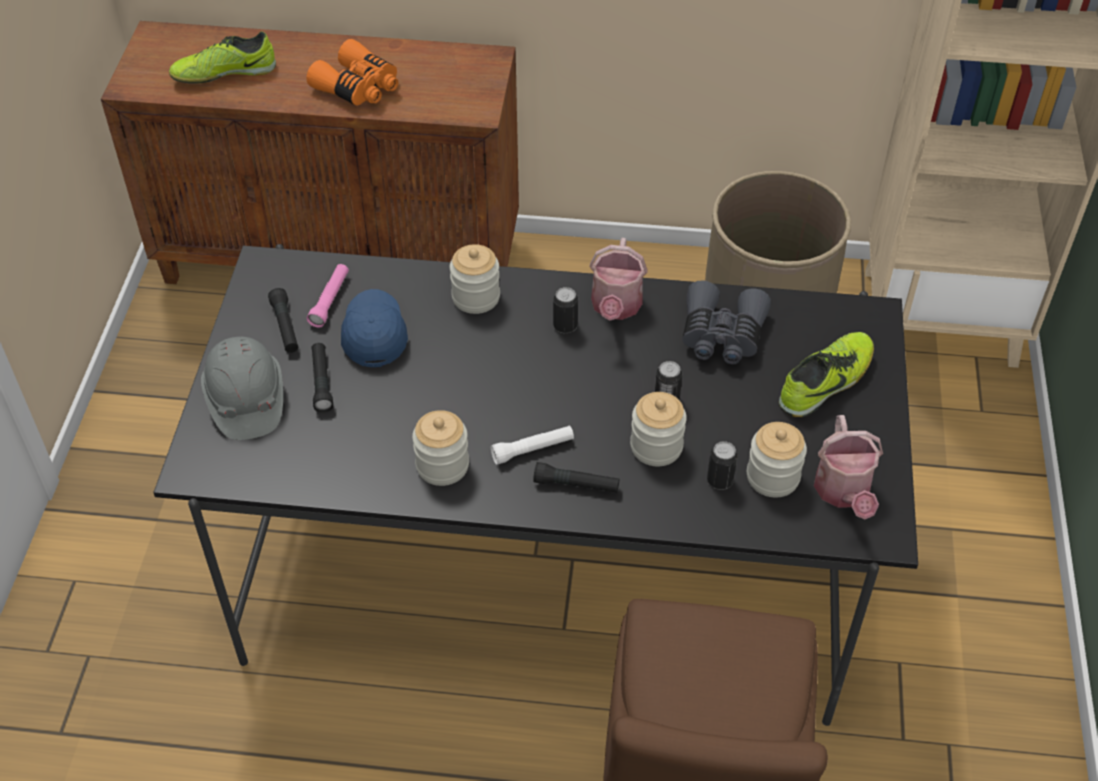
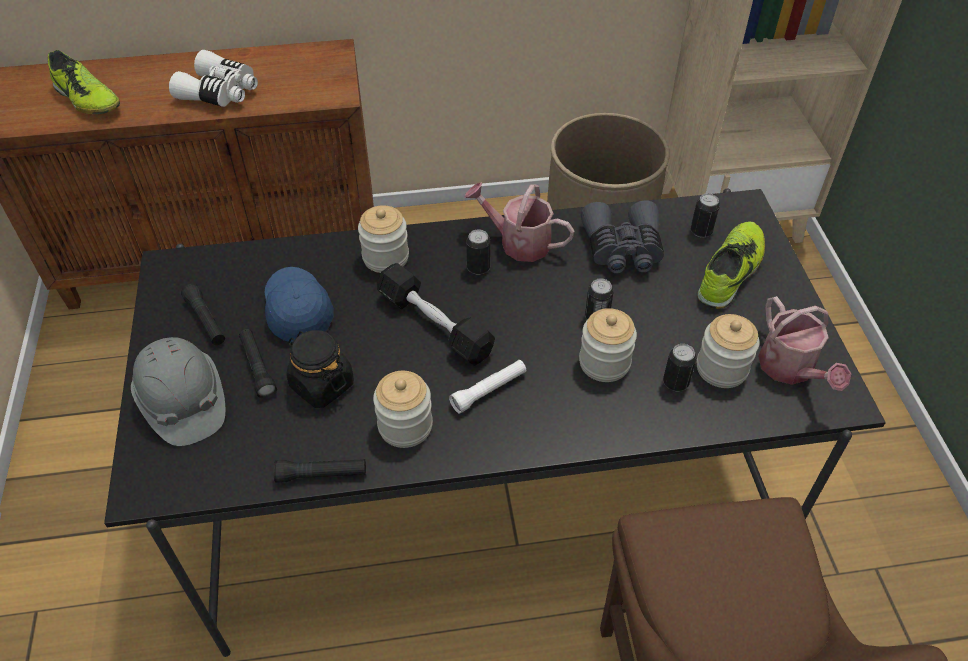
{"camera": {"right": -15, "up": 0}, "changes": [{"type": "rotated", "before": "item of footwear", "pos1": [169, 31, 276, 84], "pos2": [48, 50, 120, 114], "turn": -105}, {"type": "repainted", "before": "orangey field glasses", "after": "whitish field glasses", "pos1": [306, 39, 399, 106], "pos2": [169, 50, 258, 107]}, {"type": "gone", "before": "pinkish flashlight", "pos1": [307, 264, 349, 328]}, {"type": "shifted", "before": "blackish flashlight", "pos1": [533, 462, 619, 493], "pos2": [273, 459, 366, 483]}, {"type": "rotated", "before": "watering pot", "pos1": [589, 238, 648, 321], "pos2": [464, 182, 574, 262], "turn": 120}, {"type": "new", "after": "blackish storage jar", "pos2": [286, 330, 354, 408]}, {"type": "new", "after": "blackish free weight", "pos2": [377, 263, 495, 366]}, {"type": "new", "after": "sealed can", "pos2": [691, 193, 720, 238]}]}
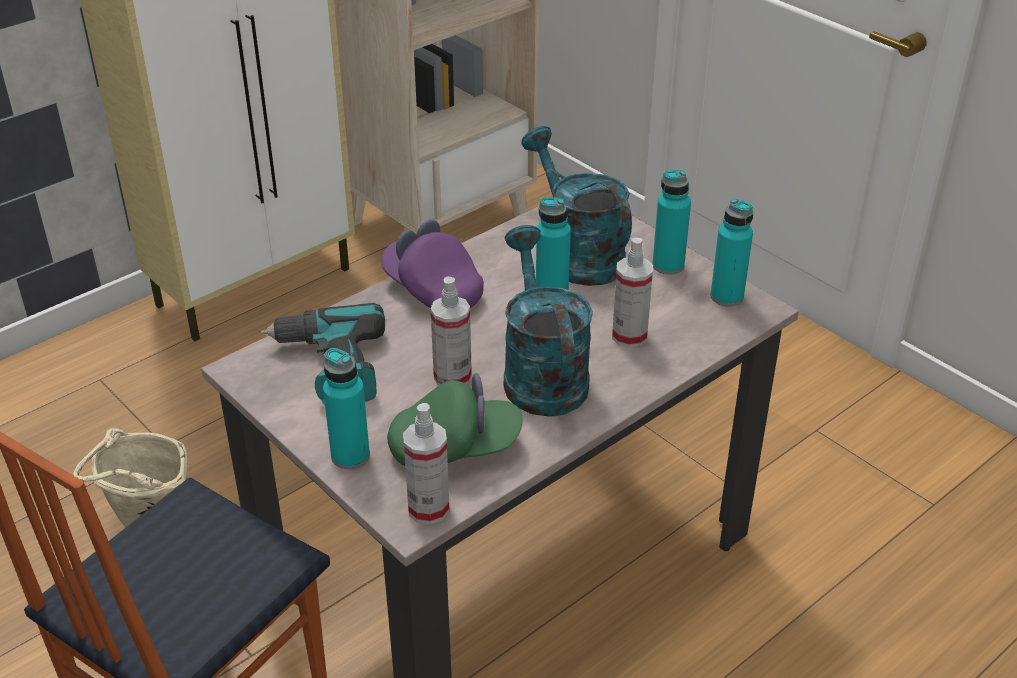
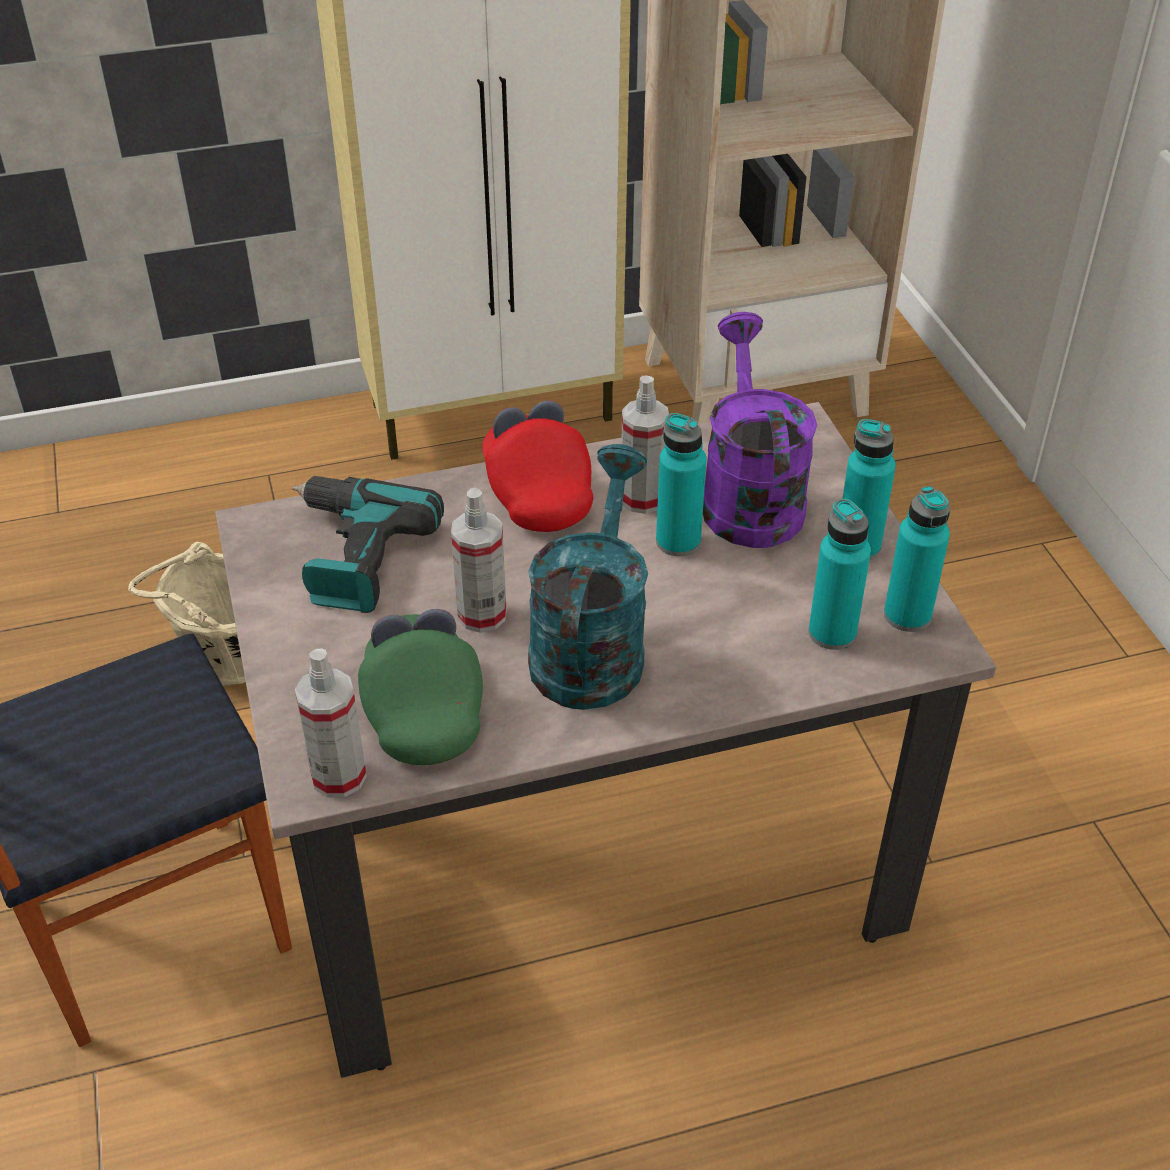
{"camera": {"right": 25, "up": 5}, "changes": [{"type": "shifted", "before": "turquoise-coloured drink bottle", "pos1": [323, 348, 370, 469], "pos2": [809, 499, 871, 650]}, {"type": "repainted", "before": "purple baseball cap", "after": "reddish baseball cap", "pos1": [381, 219, 484, 308], "pos2": [482, 401, 593, 532]}, {"type": "rotated", "before": "green baseball cap", "pos1": [387, 373, 523, 466], "pos2": [358, 609, 483, 765], "turn": -120}, {"type": "repainted", "before": "turquoise-coloured watering pot", "after": "purple watering pot", "pos1": [521, 126, 632, 286], "pos2": [703, 312, 817, 548]}, {"type": "shifted", "before": "hand sprayer", "pos1": [612, 238, 653, 348], "pos2": [621, 376, 669, 514]}]}
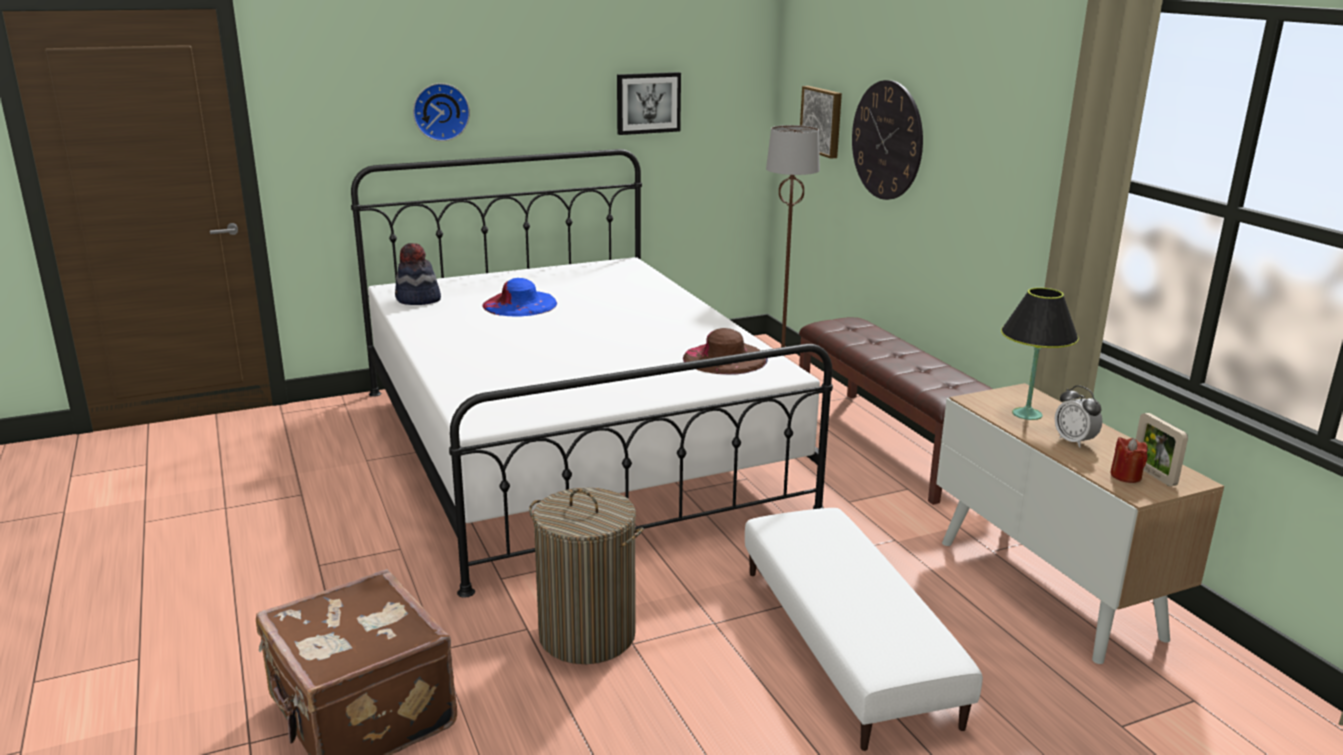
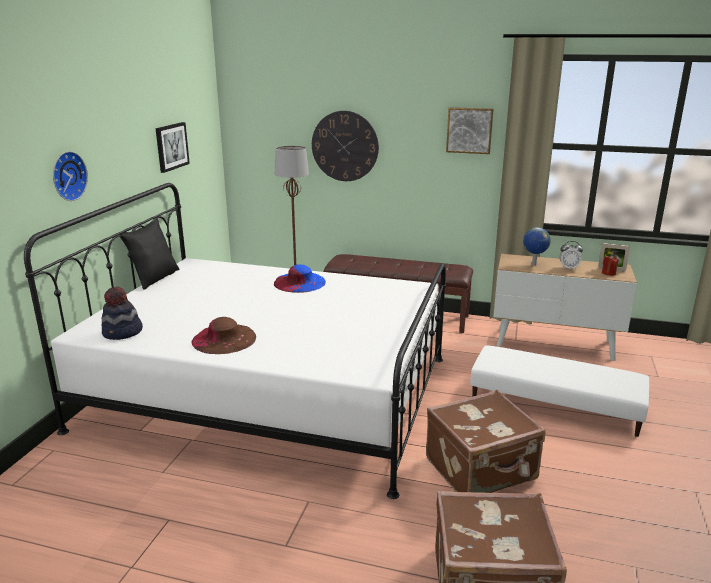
{"camera": {"right": -50, "up": 0}, "changes": [{"type": "shifted", "before": "blue hat", "pos1": [482, 278, 557, 317], "pos2": [274, 264, 326, 293]}, {"type": "swapped", "before": "hamper", "after": "brown-coloured piece of luggage", "pos1": [529, 487, 644, 664], "pos2": [426, 390, 546, 493]}, {"type": "shifted", "before": "brown-coloured hat", "pos1": [683, 328, 768, 374], "pos2": [192, 317, 256, 354]}, {"type": "shifted", "before": "wall picture", "pos1": [800, 86, 842, 159], "pos2": [446, 107, 494, 154]}, {"type": "swapped", "before": "blackish lamp for a table", "after": "world globe", "pos1": [1001, 288, 1079, 420], "pos2": [523, 227, 551, 266]}, {"type": "new", "after": "blackish throw pillow", "pos2": [120, 218, 179, 290]}]}
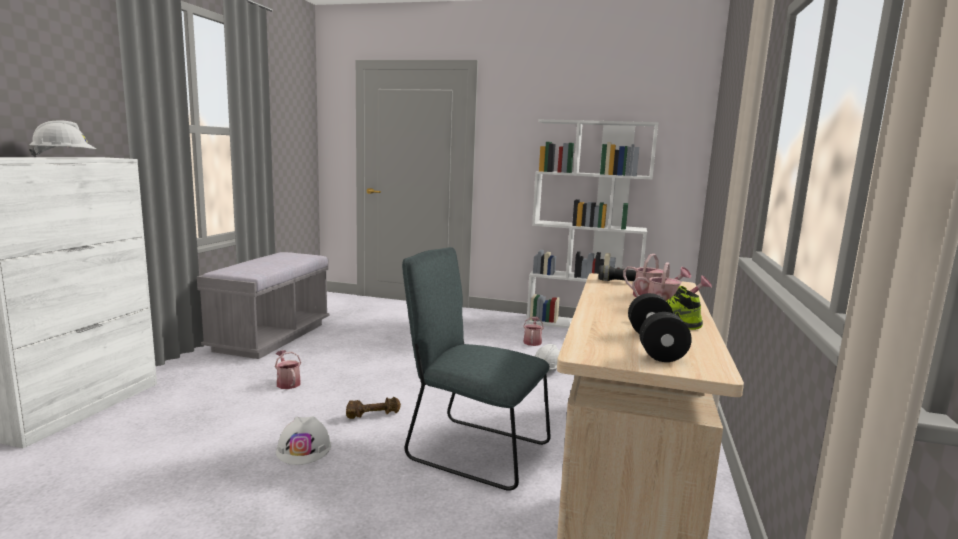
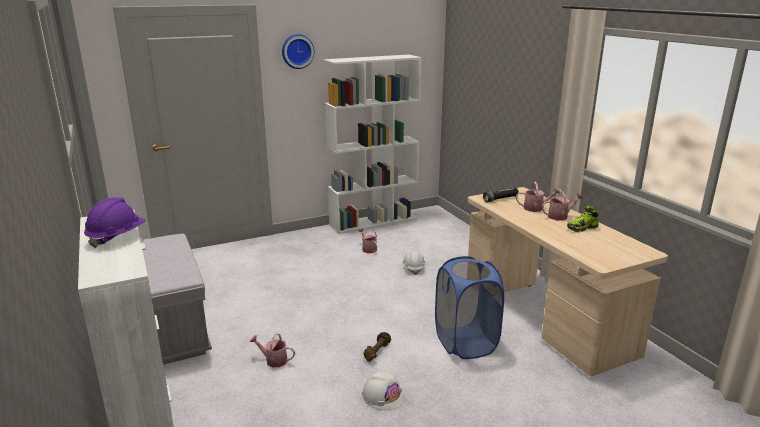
{"camera": {"right": -40, "up": 10}, "changes": [{"type": "repainted", "before": "whitish work helmet", "after": "purple work helmet", "pos1": [29, 120, 96, 157], "pos2": [84, 197, 146, 248]}, {"type": "swapped", "before": "grey upright chair", "after": "blue hamper", "pos1": [402, 247, 551, 491], "pos2": [435, 256, 504, 359]}, {"type": "gone", "before": "blackish free weight", "pos1": [628, 293, 692, 362]}, {"type": "new", "after": "hanging clock", "pos2": [282, 34, 314, 69]}]}
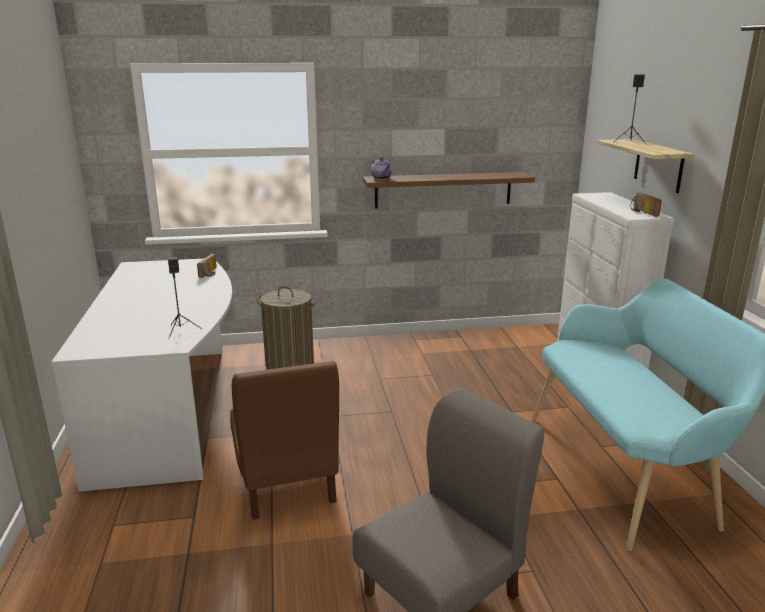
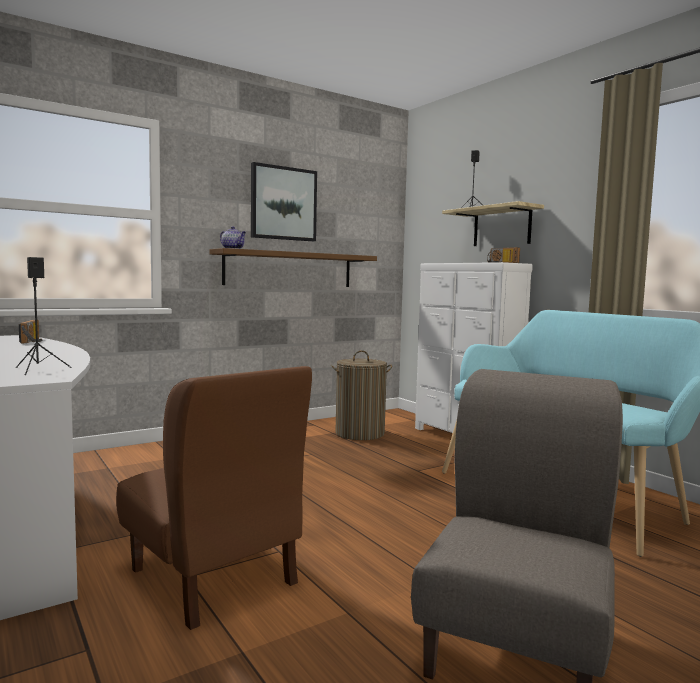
{"camera": {"right": -25, "up": -15}, "changes": [{"type": "shifted", "before": "hamper", "pos1": [257, 286, 317, 369], "pos2": [331, 350, 392, 440]}, {"type": "new", "after": "wall picture", "pos2": [251, 162, 317, 241]}]}
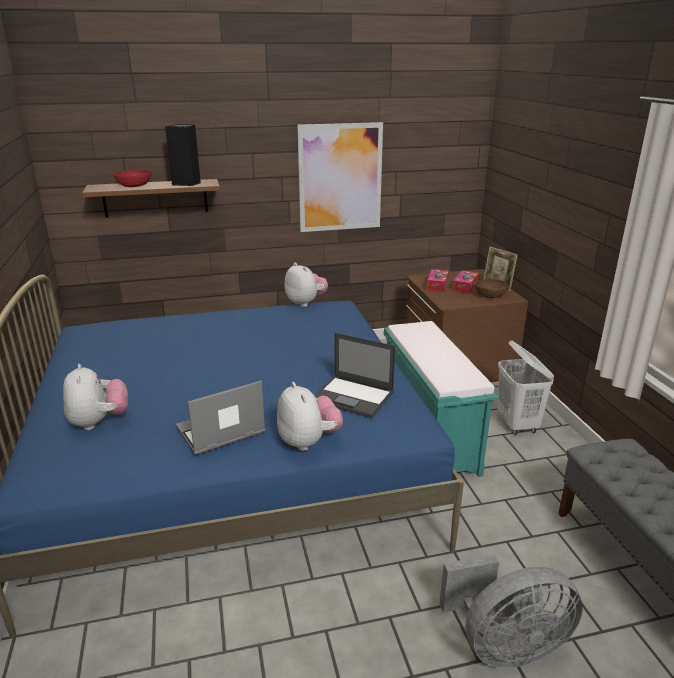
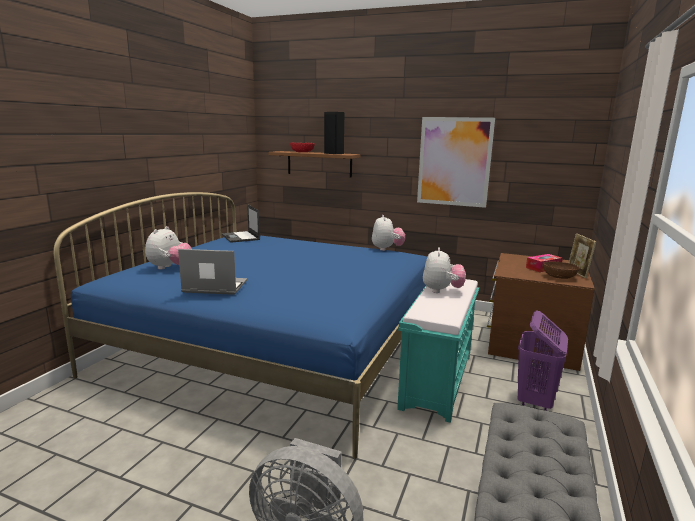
{"camera": {"right": 35, "up": -10}, "changes": [{"type": "shifted", "before": "plush toy", "pos1": [277, 382, 343, 451], "pos2": [423, 247, 466, 293]}, {"type": "shifted", "before": "notebook computer", "pos1": [315, 333, 395, 418], "pos2": [222, 204, 260, 243]}, {"type": "gone", "before": "tissue holder", "pos1": [427, 269, 449, 292]}, {"type": "repainted", "before": "whitish hamper", "after": "purple hamper", "pos1": [497, 340, 554, 435], "pos2": [518, 310, 568, 411]}]}
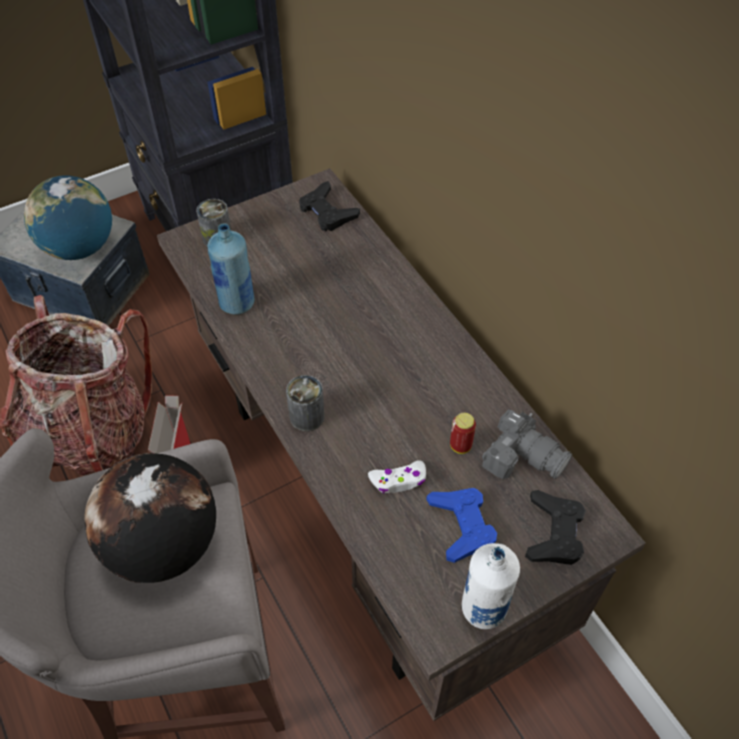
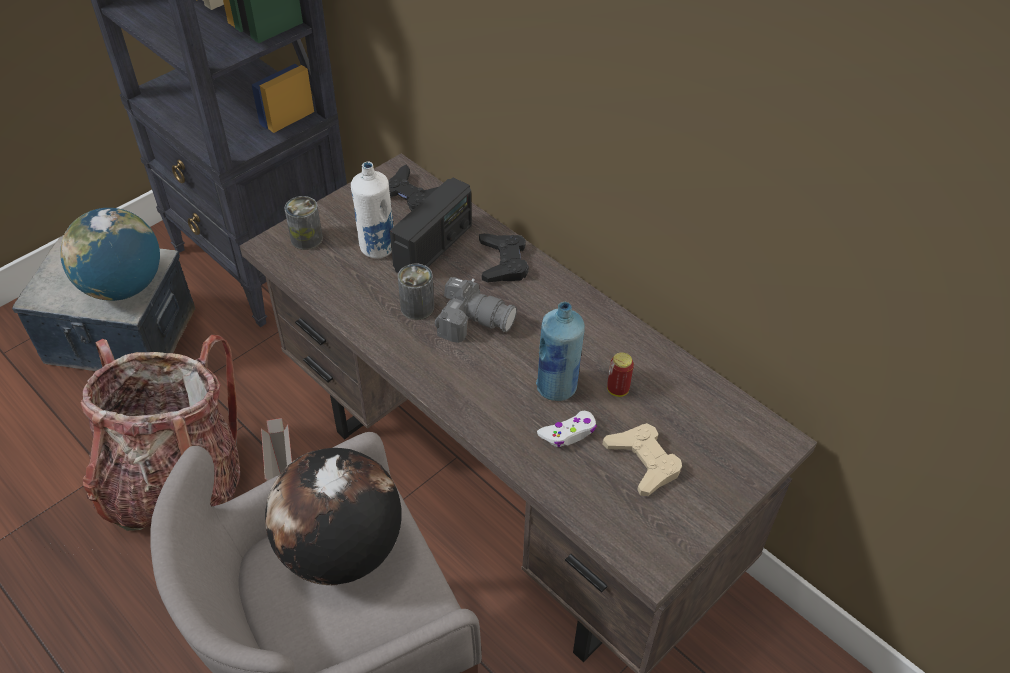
{"camera": {"right": -15, "up": -5}, "changes": [{"type": "shifted", "before": "blue drink bottle", "pos1": [208, 223, 254, 315], "pos2": [536, 302, 585, 401]}, {"type": "shifted", "before": "sealed can", "pos1": [286, 375, 325, 431], "pos2": [398, 264, 434, 320]}, {"type": "repainted", "before": "blue gamepad", "after": "beige-coloured gamepad", "pos1": [426, 488, 497, 563], "pos2": [602, 423, 682, 496]}, {"type": "shifted", "before": "whitish drink bottle", "pos1": [462, 543, 520, 629], "pos2": [351, 161, 394, 259]}, {"type": "shifted", "before": "still camera", "pos1": [482, 409, 572, 479], "pos2": [435, 277, 517, 343]}, {"type": "shifted", "before": "blackish gamepad", "pos1": [525, 490, 586, 565], "pos2": [479, 233, 529, 282]}, {"type": "new", "after": "radio receiver", "pos2": [390, 177, 472, 273]}]}
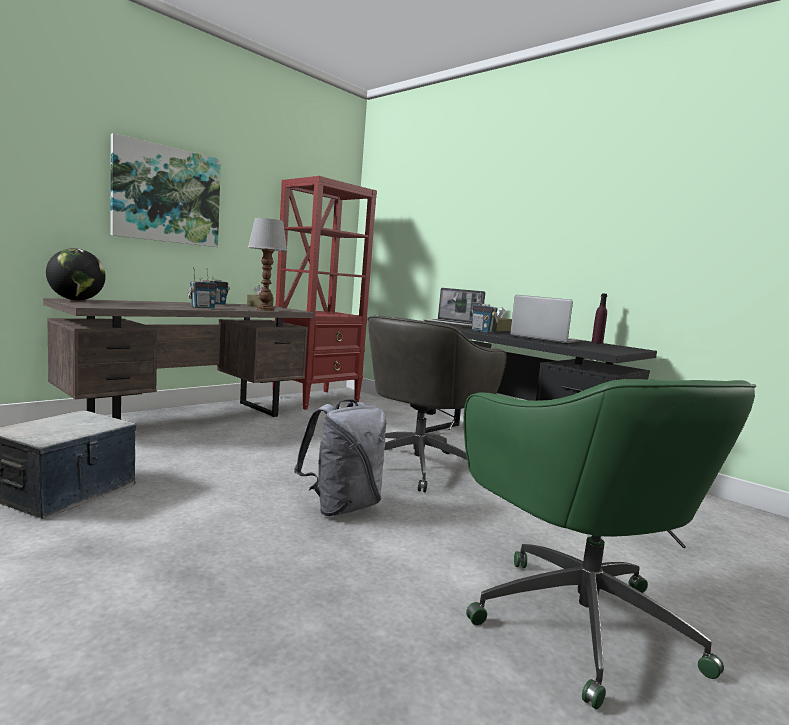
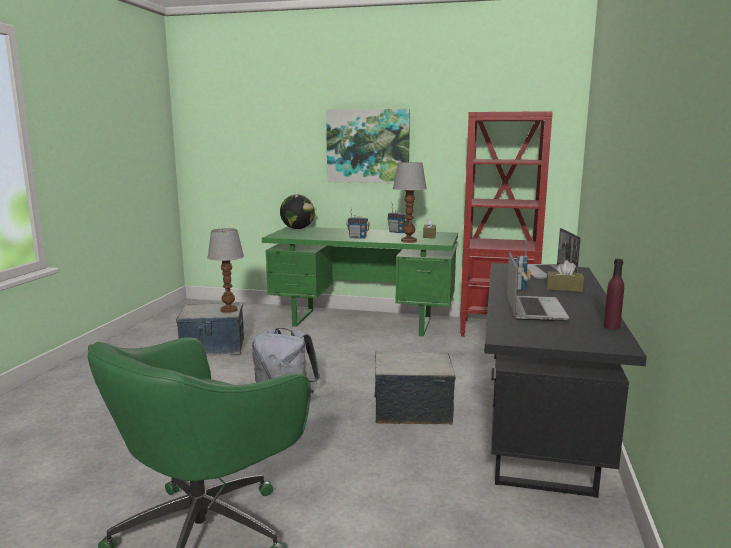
{"camera": {"right": 60, "up": 5}, "changes": [{"type": "repainted", "before": "brown-coloured desk table", "after": "green desk table", "pos1": [43, 298, 314, 419], "pos2": [262, 227, 458, 336]}, {"type": "swapped", "before": "grey computer chair", "after": "storage box", "pos1": [368, 315, 507, 492], "pos2": [374, 351, 455, 424]}, {"type": "new", "after": "lamp for a table", "pos2": [207, 228, 244, 313]}]}
